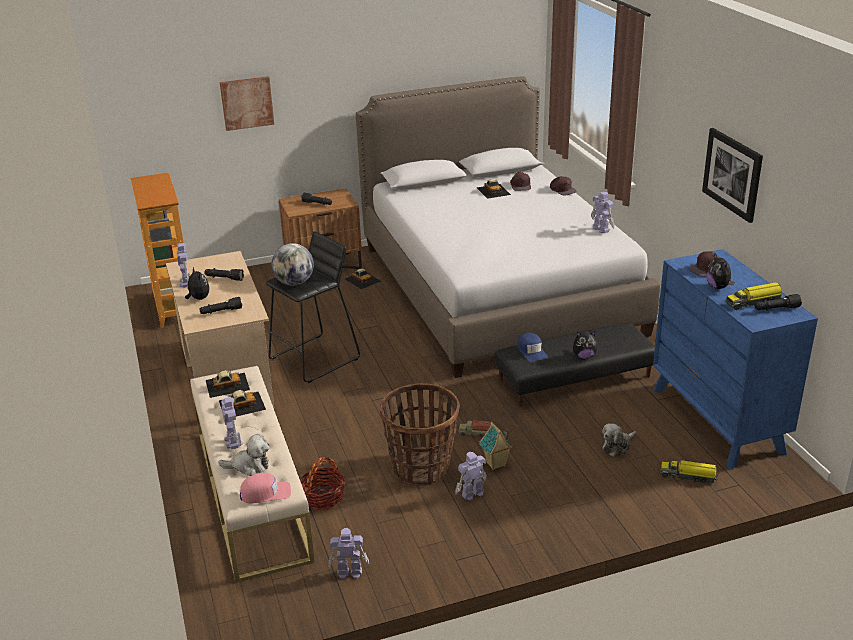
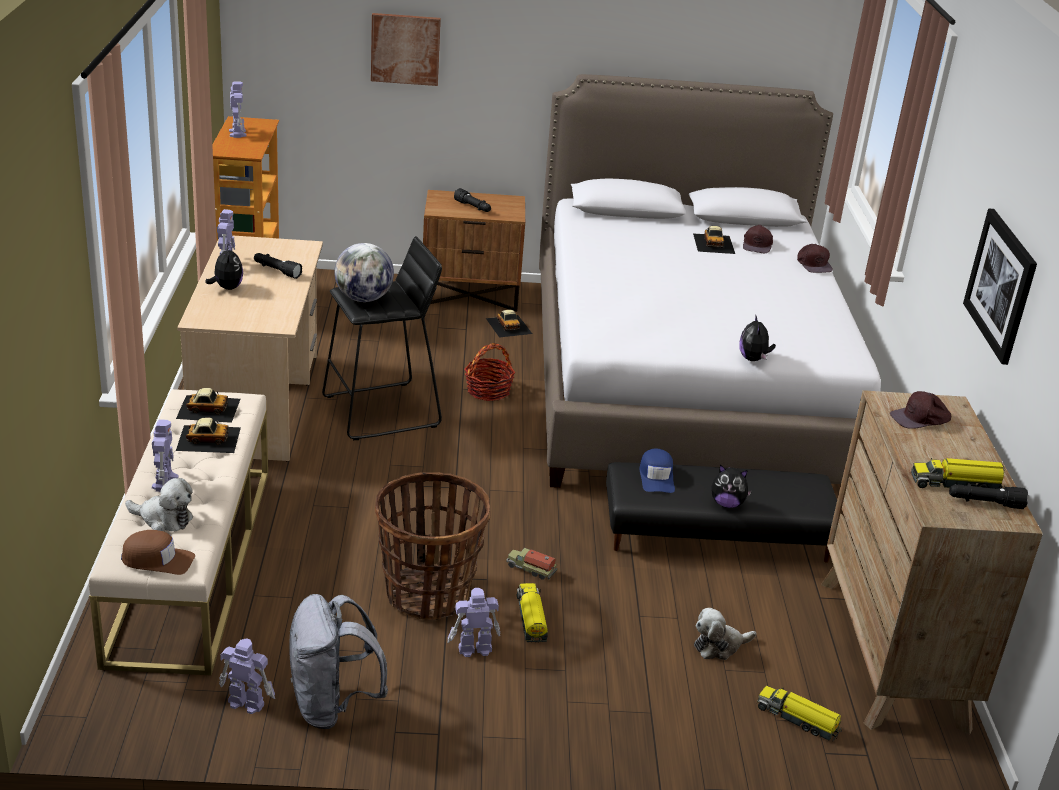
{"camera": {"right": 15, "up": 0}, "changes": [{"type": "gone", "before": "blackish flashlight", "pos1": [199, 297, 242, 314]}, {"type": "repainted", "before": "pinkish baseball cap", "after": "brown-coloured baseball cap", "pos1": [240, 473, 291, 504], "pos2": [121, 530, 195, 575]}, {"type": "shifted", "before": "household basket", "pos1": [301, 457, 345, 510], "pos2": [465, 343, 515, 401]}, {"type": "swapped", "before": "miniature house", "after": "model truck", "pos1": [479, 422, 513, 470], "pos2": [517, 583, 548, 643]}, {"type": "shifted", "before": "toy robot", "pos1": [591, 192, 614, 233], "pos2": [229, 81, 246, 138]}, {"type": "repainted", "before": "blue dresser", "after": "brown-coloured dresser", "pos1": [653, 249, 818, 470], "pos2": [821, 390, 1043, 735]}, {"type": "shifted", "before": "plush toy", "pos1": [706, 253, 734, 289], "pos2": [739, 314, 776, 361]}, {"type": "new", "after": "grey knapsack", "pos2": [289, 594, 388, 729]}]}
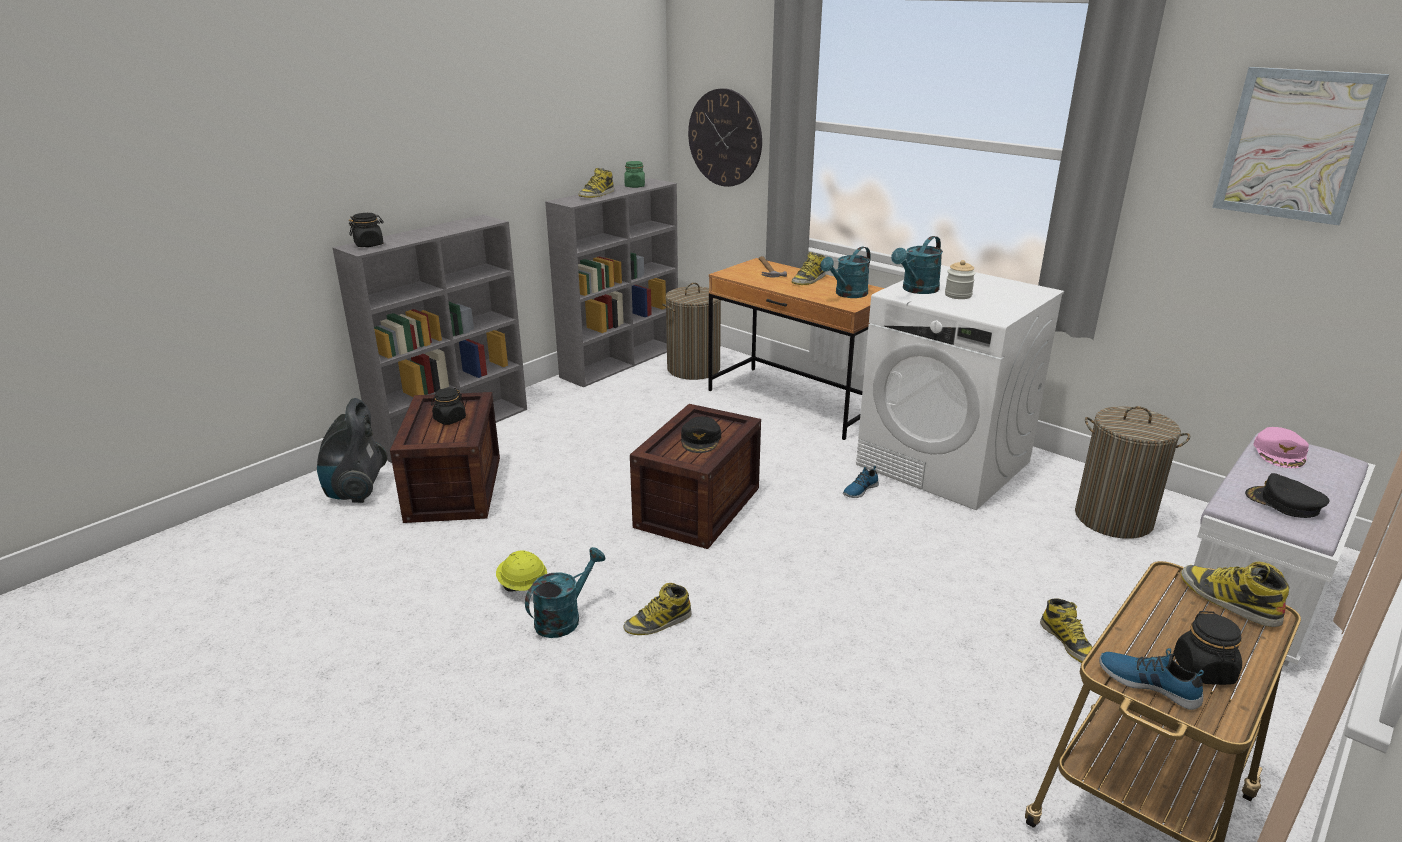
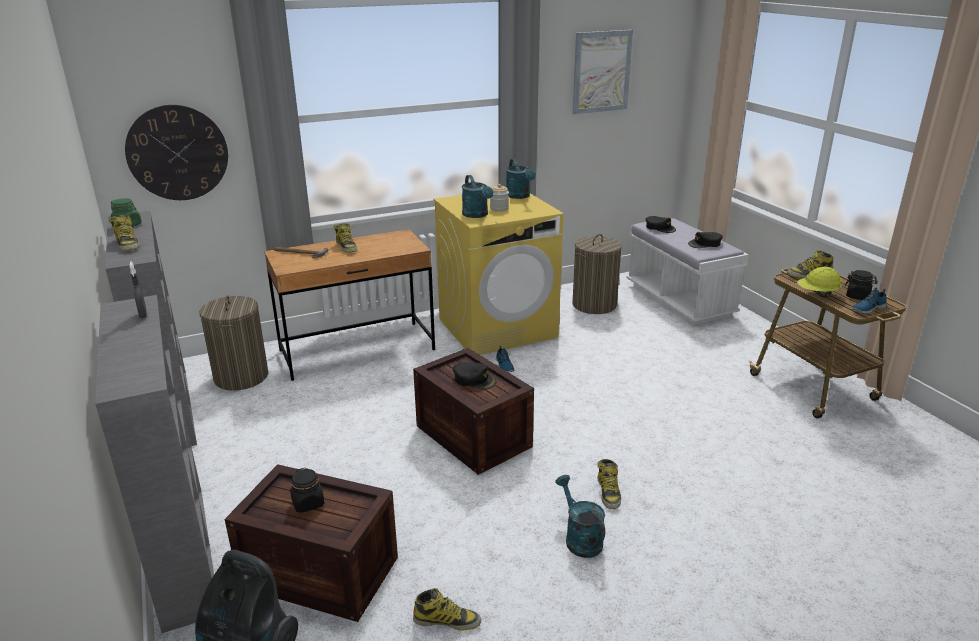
{"camera": {"right": -65, "up": 0}, "changes": [{"type": "gone", "before": "blackish storage jar", "pos1": [349, 213, 384, 247]}, {"type": "shifted", "before": "yellow-coloured work helmet", "pos1": [496, 550, 547, 592], "pos2": [797, 267, 842, 297]}, {"type": "shifted", "before": "turquoise-coloured watering pot", "pos1": [821, 247, 871, 298], "pos2": [506, 159, 536, 199]}, {"type": "repainted", "before": "whitish washing machine", "after": "yellow-coloured washing machine", "pos1": [856, 265, 1064, 510], "pos2": [434, 193, 563, 355]}, {"type": "shifted", "before": "tall boot", "pos1": [1040, 598, 1092, 663], "pos2": [413, 588, 481, 631]}, {"type": "repainted", "before": "pinkish baseball cap", "after": "blackish baseball cap", "pos1": [1253, 427, 1309, 468], "pos2": [646, 216, 676, 233]}, {"type": "new", "after": "grey hand sprayer", "pos2": [129, 261, 147, 318]}]}
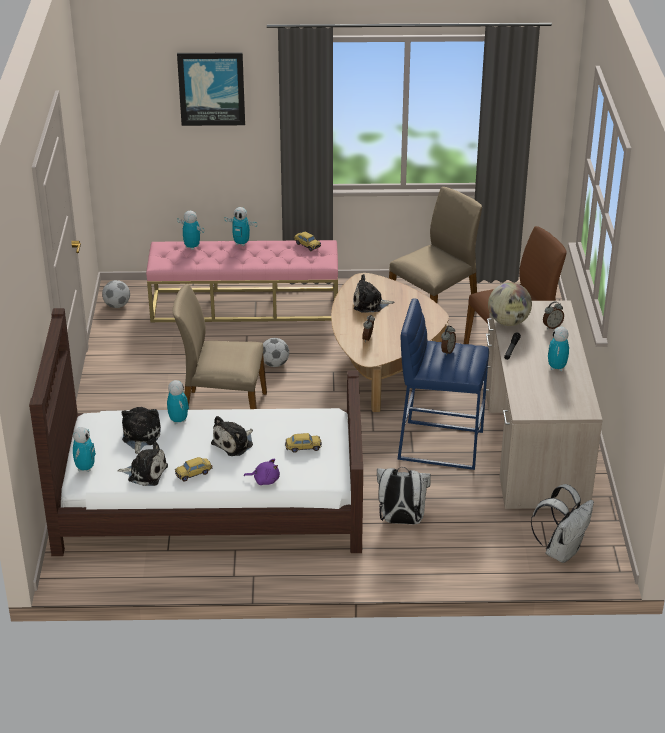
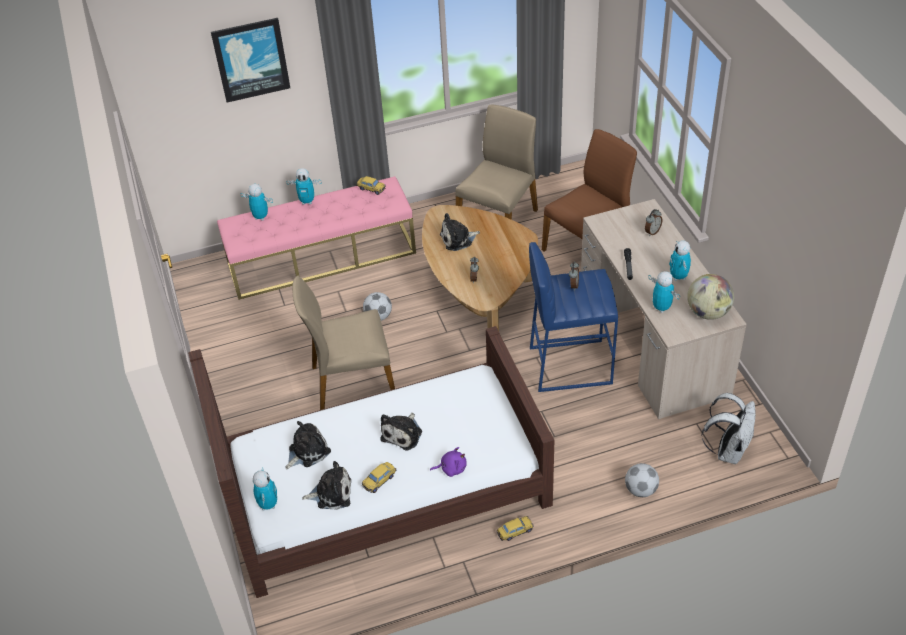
{"camera": {"right": -15, "up": 10}, "changes": [{"type": "shifted", "before": "football ball", "pos1": [102, 280, 130, 308], "pos2": [625, 463, 659, 497]}, {"type": "rotated", "before": "plush toy", "pos1": [121, 407, 161, 454], "pos2": [285, 421, 331, 469], "turn": 60}, {"type": "shifted", "before": "toy robot", "pos1": [167, 380, 189, 425], "pos2": [648, 271, 680, 313]}, {"type": "shifted", "before": "miniature car", "pos1": [285, 433, 322, 453], "pos2": [497, 516, 534, 541]}, {"type": "gone", "before": "whitish knapsack", "pos1": [377, 467, 431, 525]}, {"type": "shifted", "before": "world globe", "pos1": [488, 282, 532, 326], "pos2": [687, 274, 734, 320]}]}
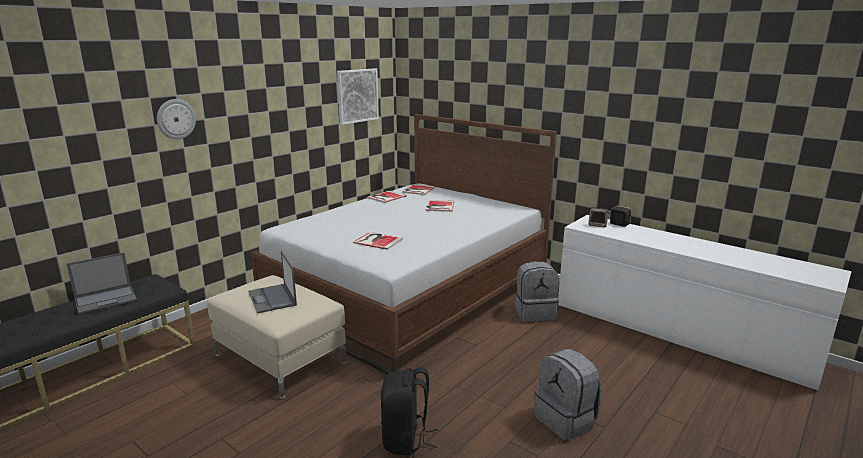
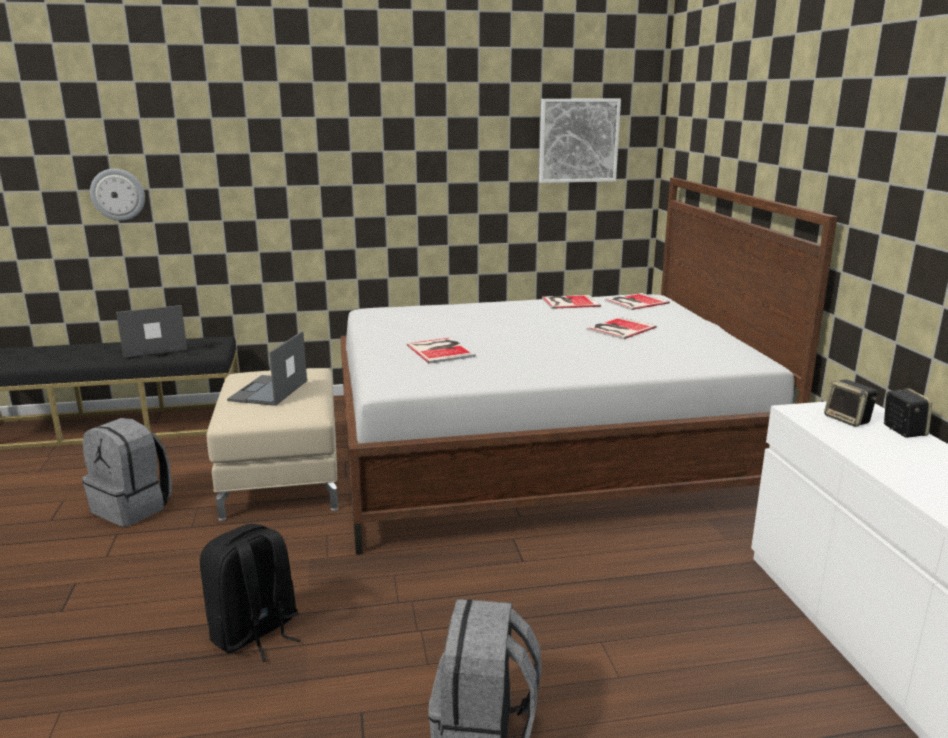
{"camera": {"right": 40, "up": 0}, "changes": [{"type": "rotated", "before": "notebook computer", "pos1": [67, 253, 137, 314], "pos2": [116, 305, 187, 358], "turn": 150}, {"type": "shifted", "before": "hanging clock", "pos1": [157, 99, 196, 139], "pos2": [90, 169, 145, 221]}, {"type": "shifted", "before": "grey knapsack", "pos1": [515, 261, 559, 322], "pos2": [82, 418, 172, 527]}]}
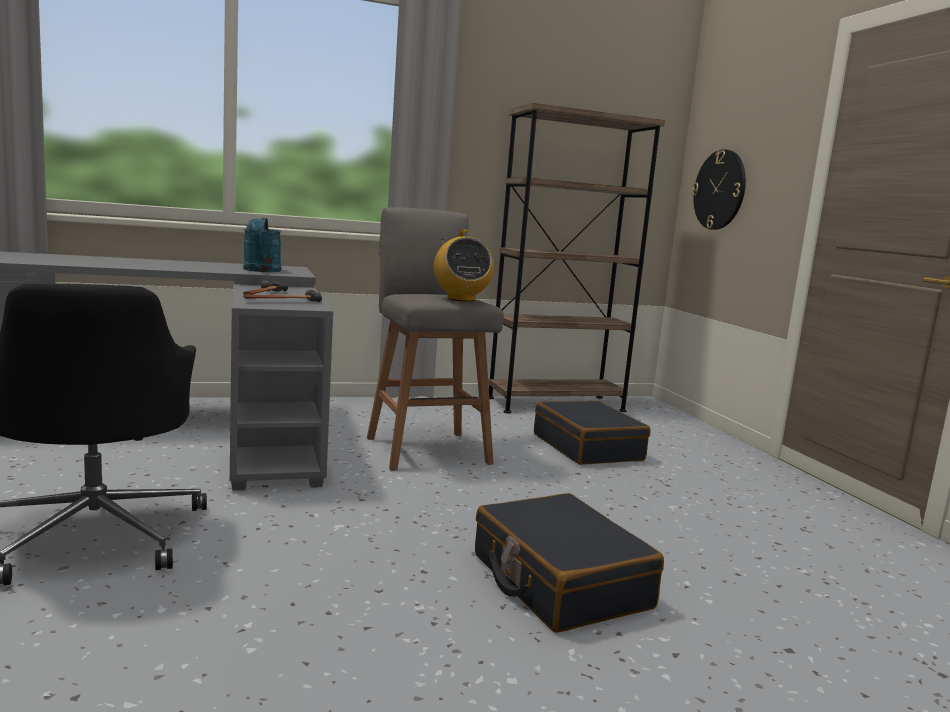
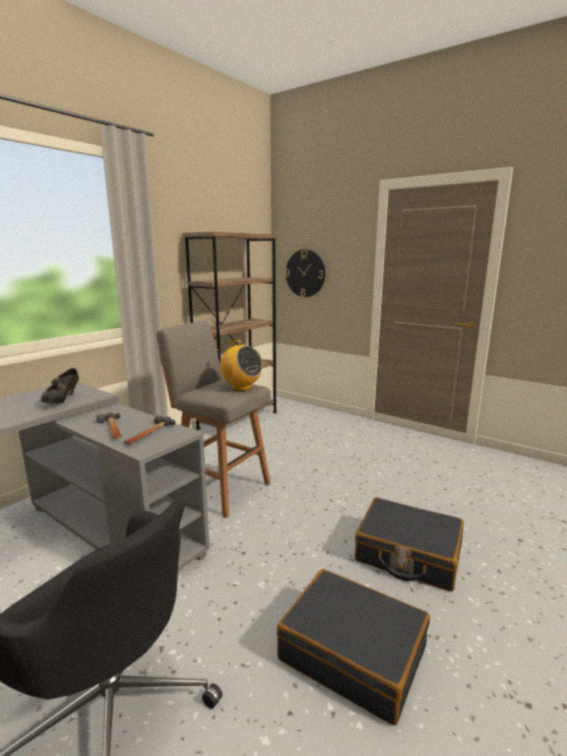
{"camera": {"right": -35, "up": 5}, "changes": [{"type": "swapped", "before": "turquoise-coloured watering pot", "after": "blackish item of footwear", "pos1": [243, 218, 281, 272], "pos2": [41, 368, 79, 404]}, {"type": "shifted", "before": "blackish piece of luggage", "pos1": [534, 400, 651, 465], "pos2": [277, 569, 430, 725]}]}
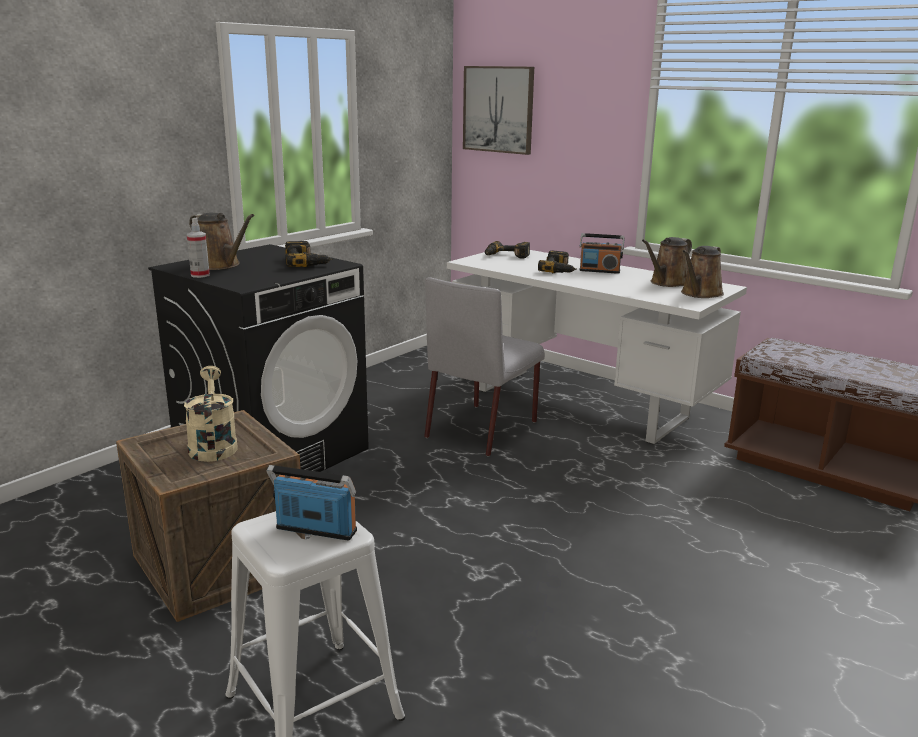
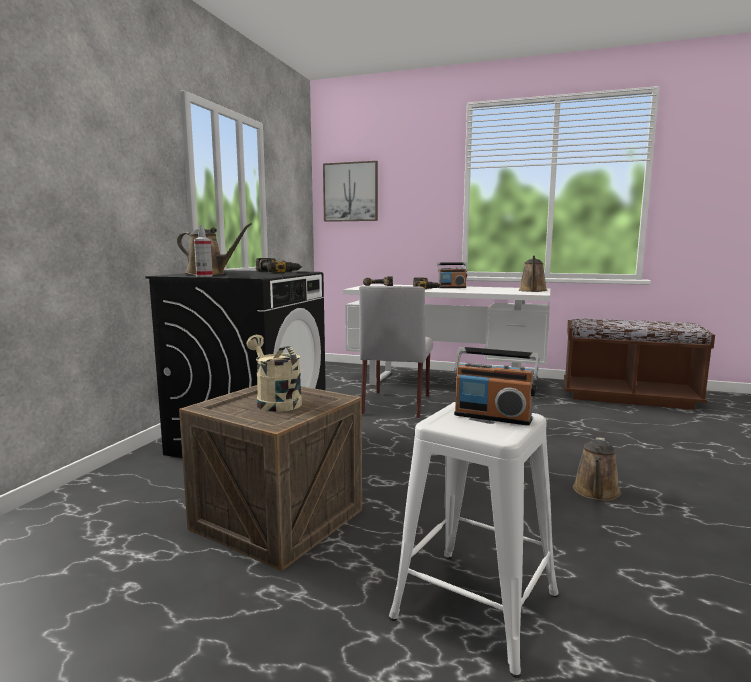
{"camera": {"right": -20, "up": -10}, "changes": [{"type": "rotated", "before": "radio receiver", "pos1": [266, 465, 357, 540], "pos2": [454, 347, 540, 426], "turn": -150}, {"type": "shifted", "before": "brown-coloured watering pot", "pos1": [642, 237, 692, 287], "pos2": [573, 437, 621, 501]}]}
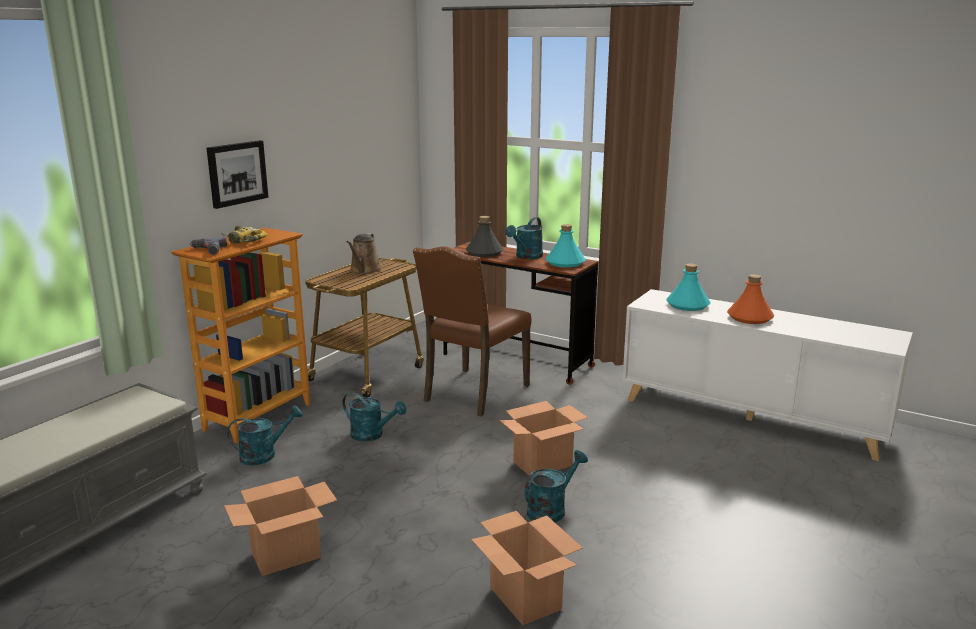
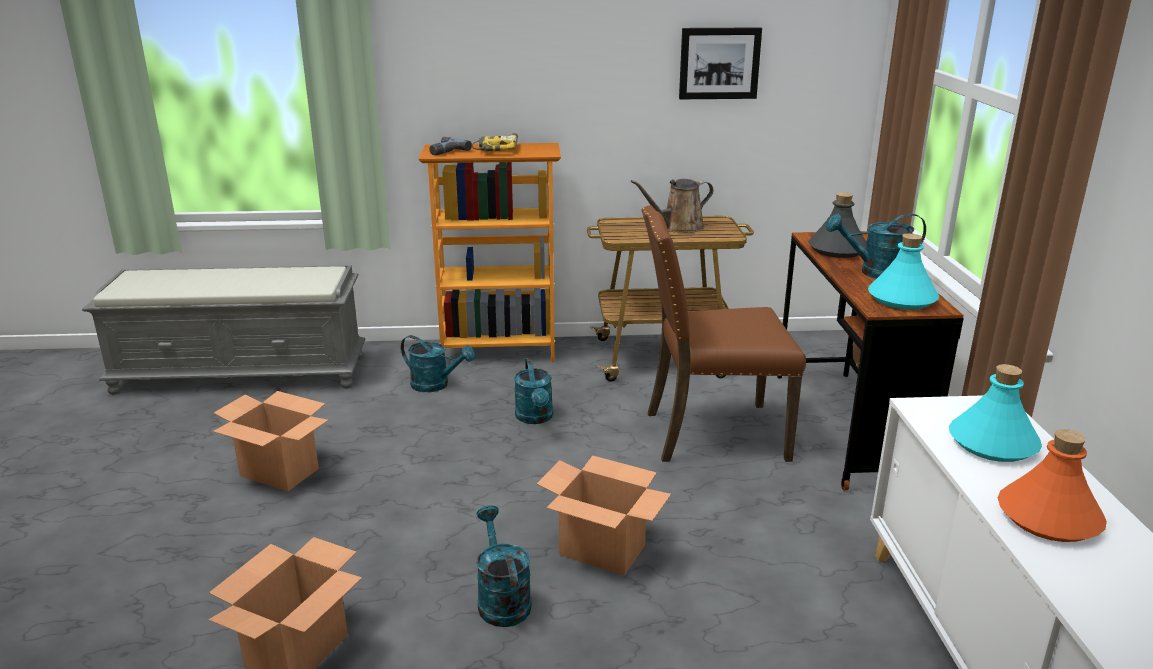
{"camera": {"right": 55, "up": 5}, "changes": [{"type": "shifted", "before": "wall picture", "pos1": [207, 140, 268, 209], "pos2": [679, 27, 762, 99]}, {"type": "rotated", "before": "turquoise-coloured watering pot", "pos1": [525, 450, 588, 522], "pos2": [476, 505, 532, 627], "turn": -120}]}
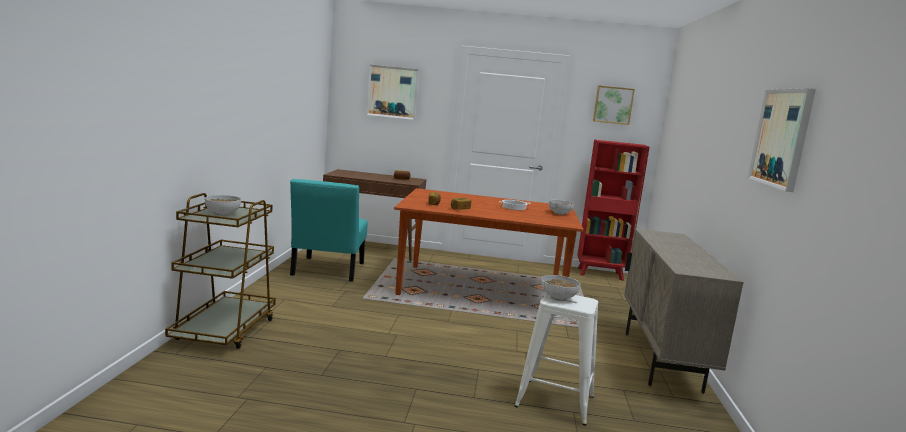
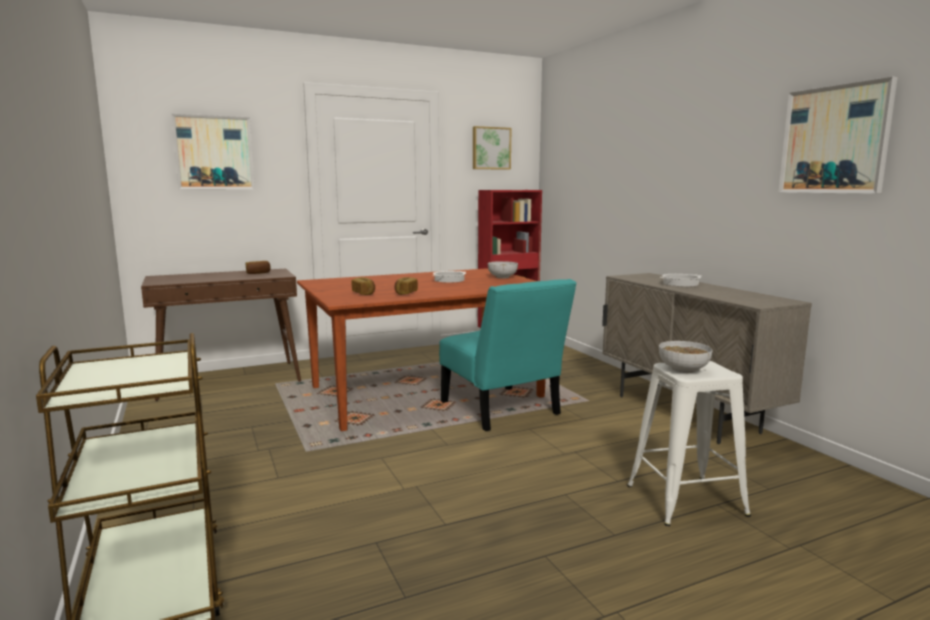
{"camera": {"right": -30, "up": 0}, "changes": [{"type": "gone", "before": "deep dish", "pos1": [205, 195, 241, 216]}, {"type": "shifted", "before": "turquoise-coloured upright chair", "pos1": [290, 179, 368, 282], "pos2": [439, 279, 577, 431]}, {"type": "new", "after": "stockpot", "pos2": [661, 274, 701, 287]}]}
